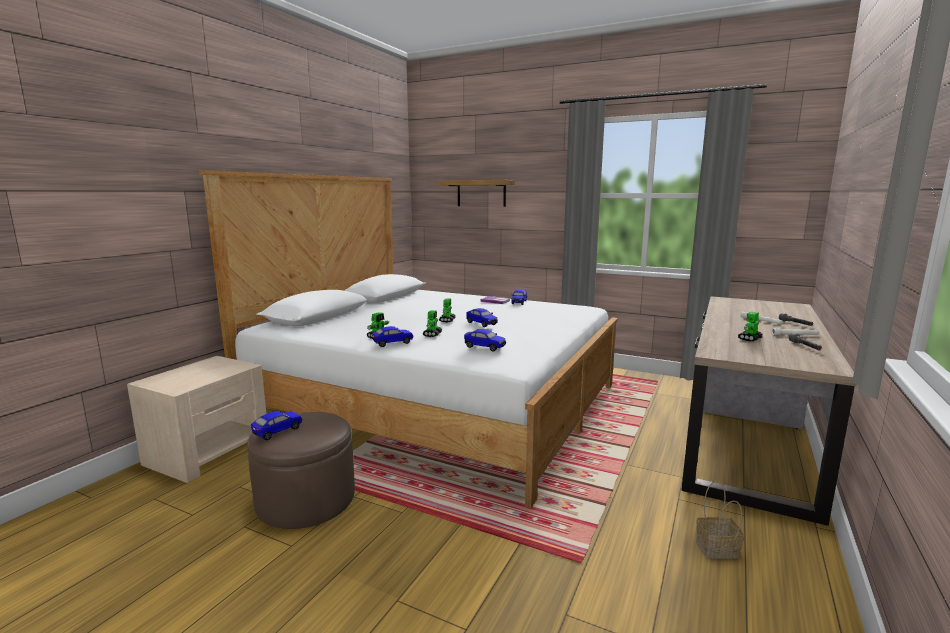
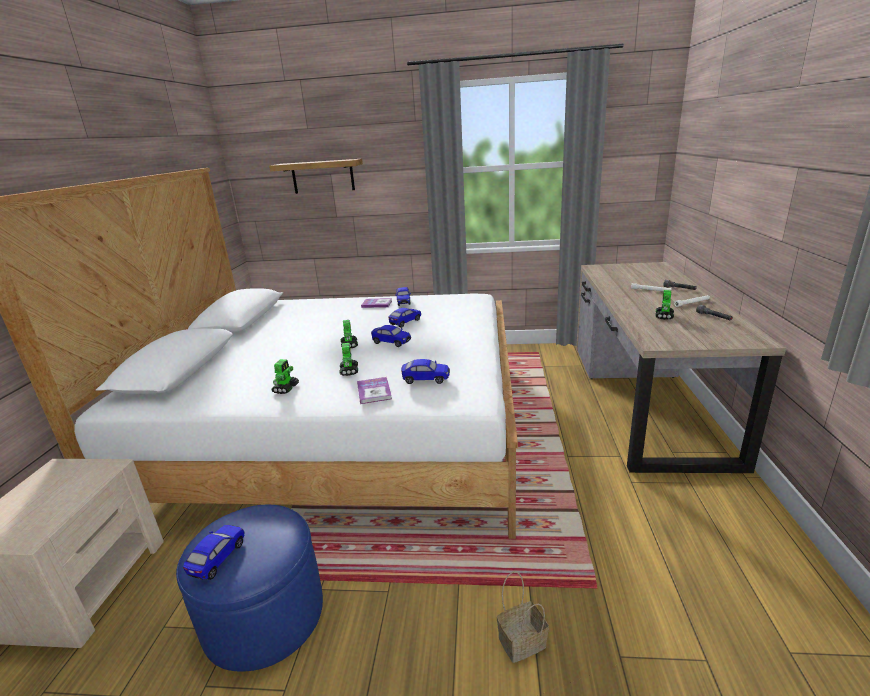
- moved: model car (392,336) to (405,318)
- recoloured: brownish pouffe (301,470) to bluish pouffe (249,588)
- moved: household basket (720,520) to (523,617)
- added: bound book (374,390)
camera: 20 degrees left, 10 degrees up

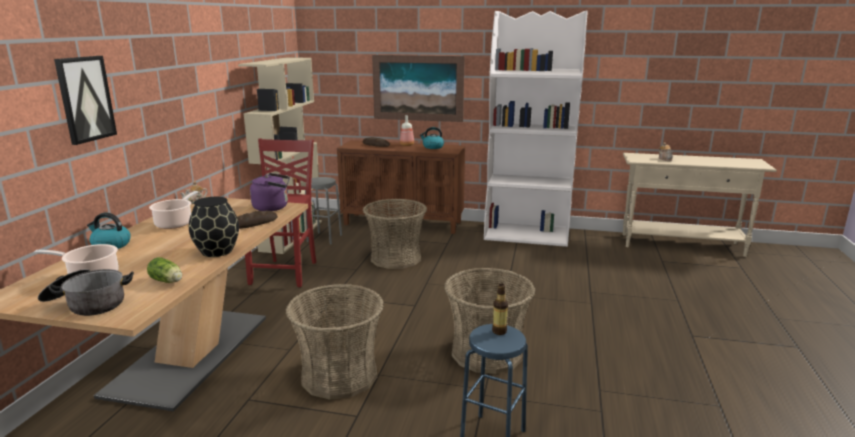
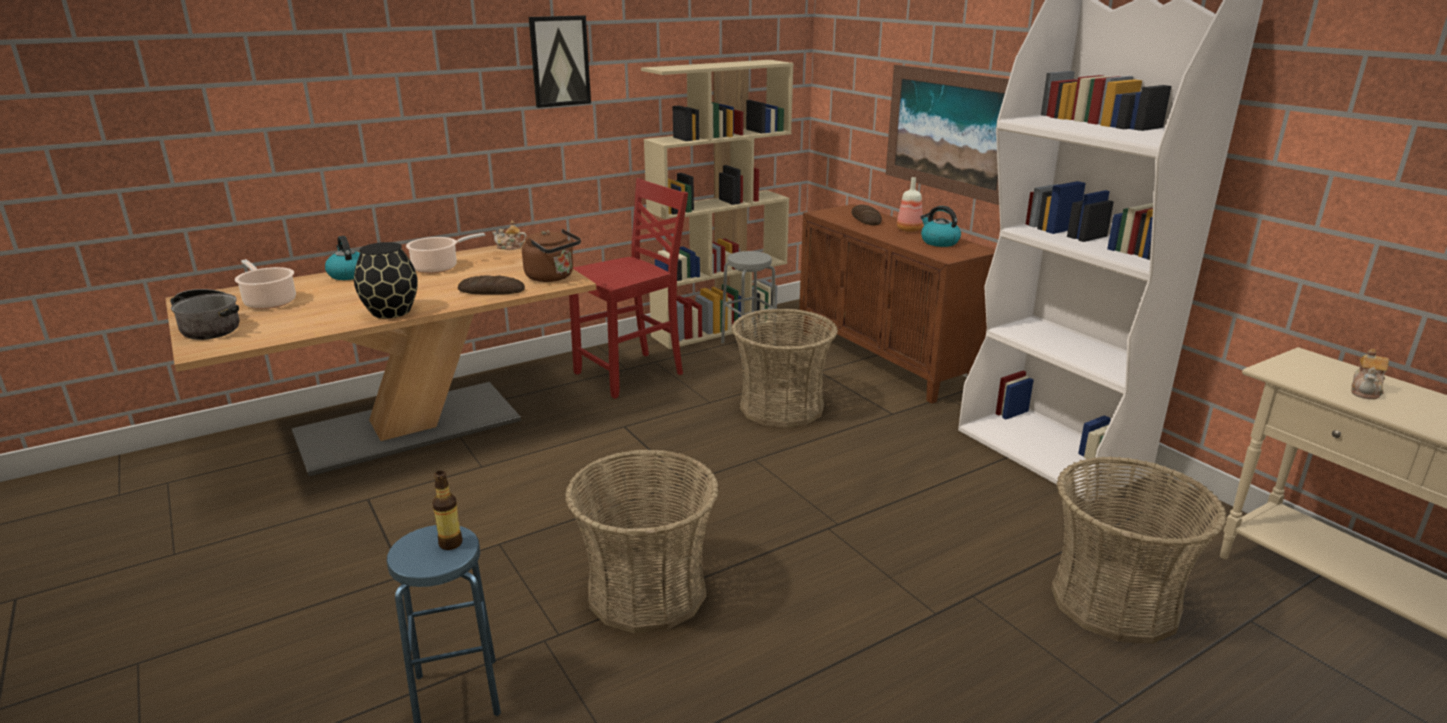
- moved: wall picture (85,100) to (560,61)
- recoloured: purplish kettle (270,192) to brownish kettle (551,255)
- removed: lettuce (164,270)
- moved: household basket (335,342) to (1139,550)
camera: 45 degrees right, 5 degrees up

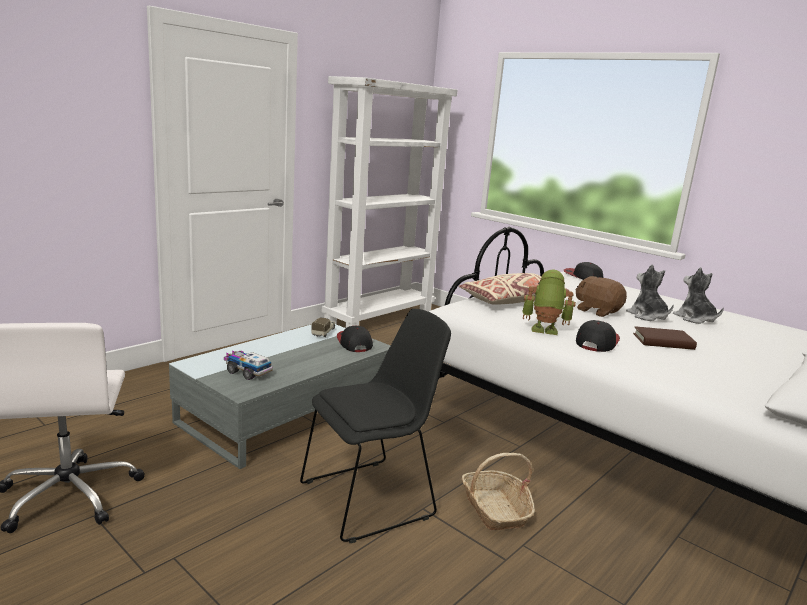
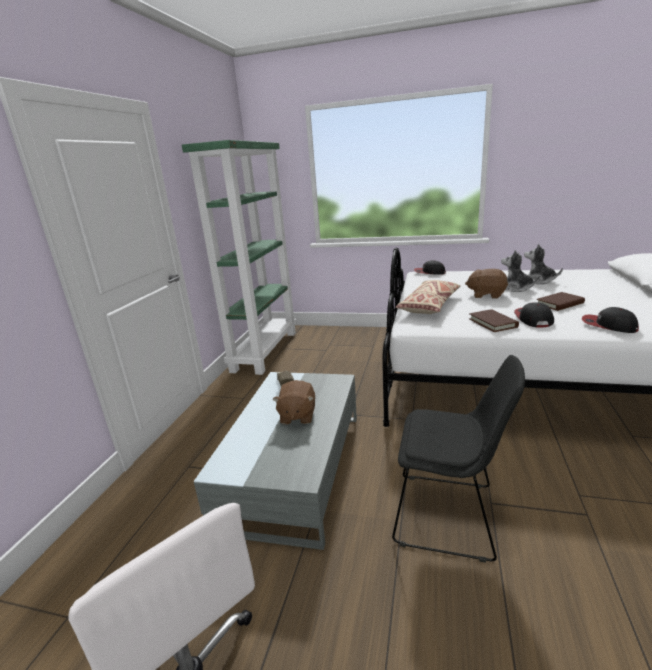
- recoloured: white shelving unit (390,202) to green-coloured shelving unit (239,257)
- replaced: robot figure (549,302) to brownish bound book (494,320)
- turned: blackish chair (375,426) = (458,459) 75 degrees clockwise
- moved: peaked cap (355,339) to (610,320)
- removed: toy truck (248,365)
- removed: household basket (498,491)
- added: brownish soft toy (293,402)
camera: 25 degrees left, 5 degrees up

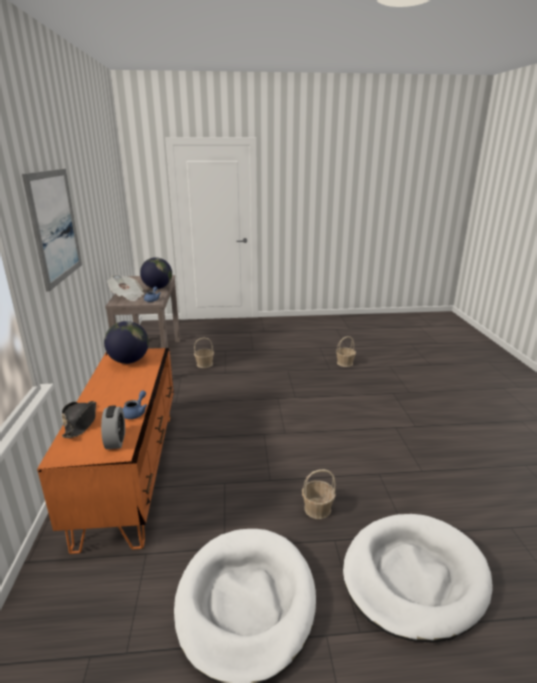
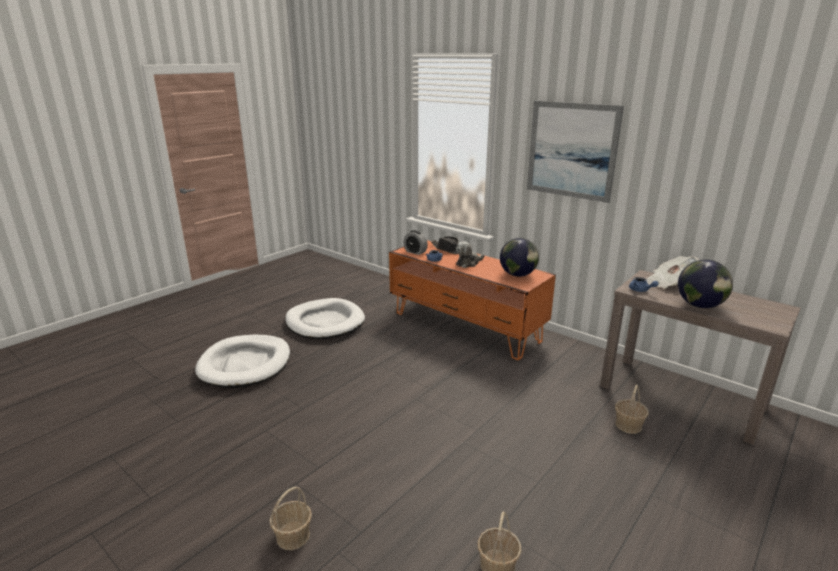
- moved: household basket (319,494) to (290,518)
- added: soft toy (470,254)
camera: 135 degrees right, 0 degrees up

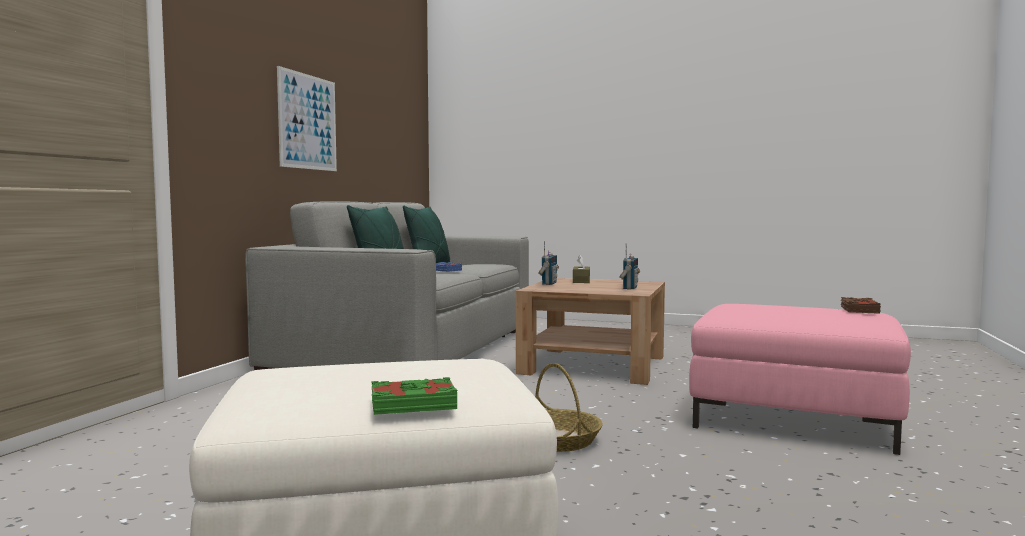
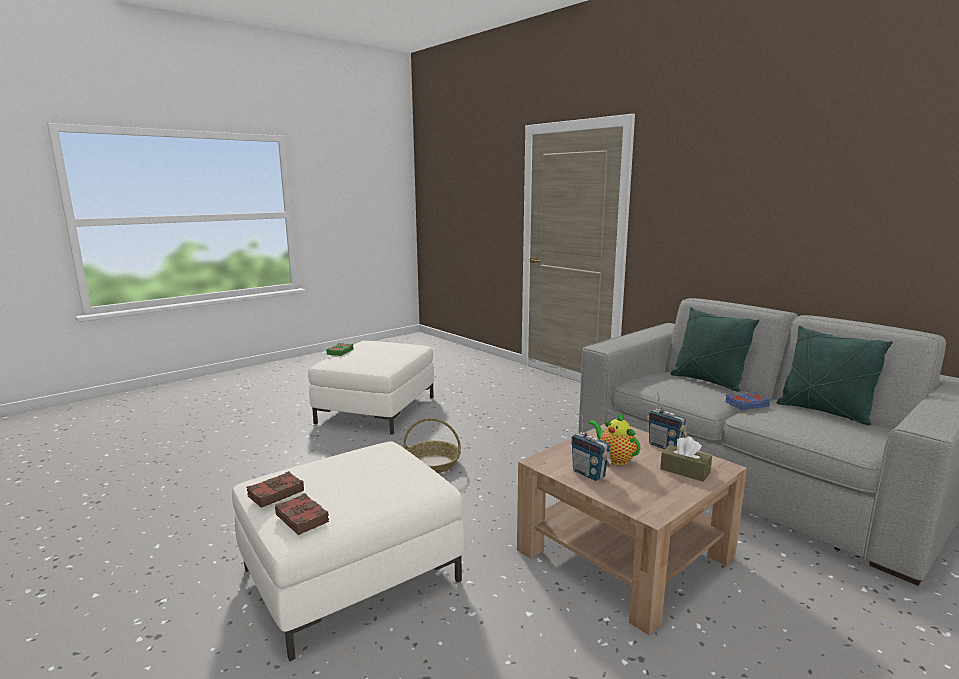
- removed: wall picture (307,118)
- recoloured: pink-coloured pouffe (800,379) to white pouffe (348,551)
- added: pot for tea (614,438)
- added: brownish bound book (275,489)
camera: 120 degrees right, 10 degrees up

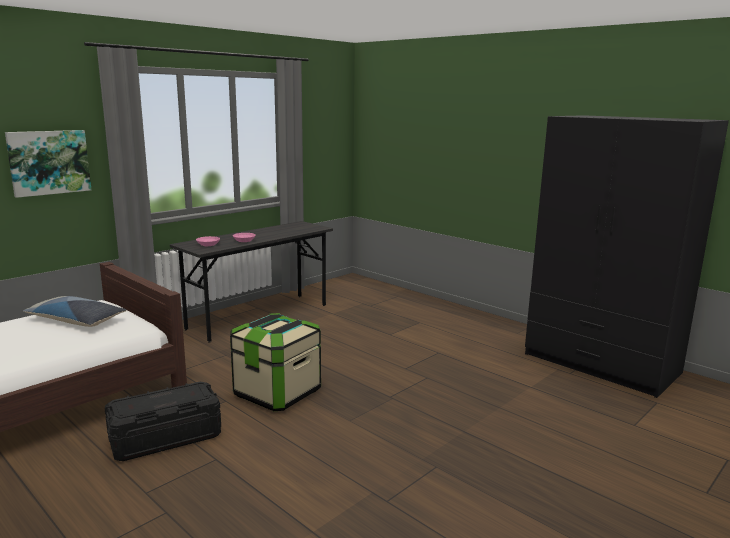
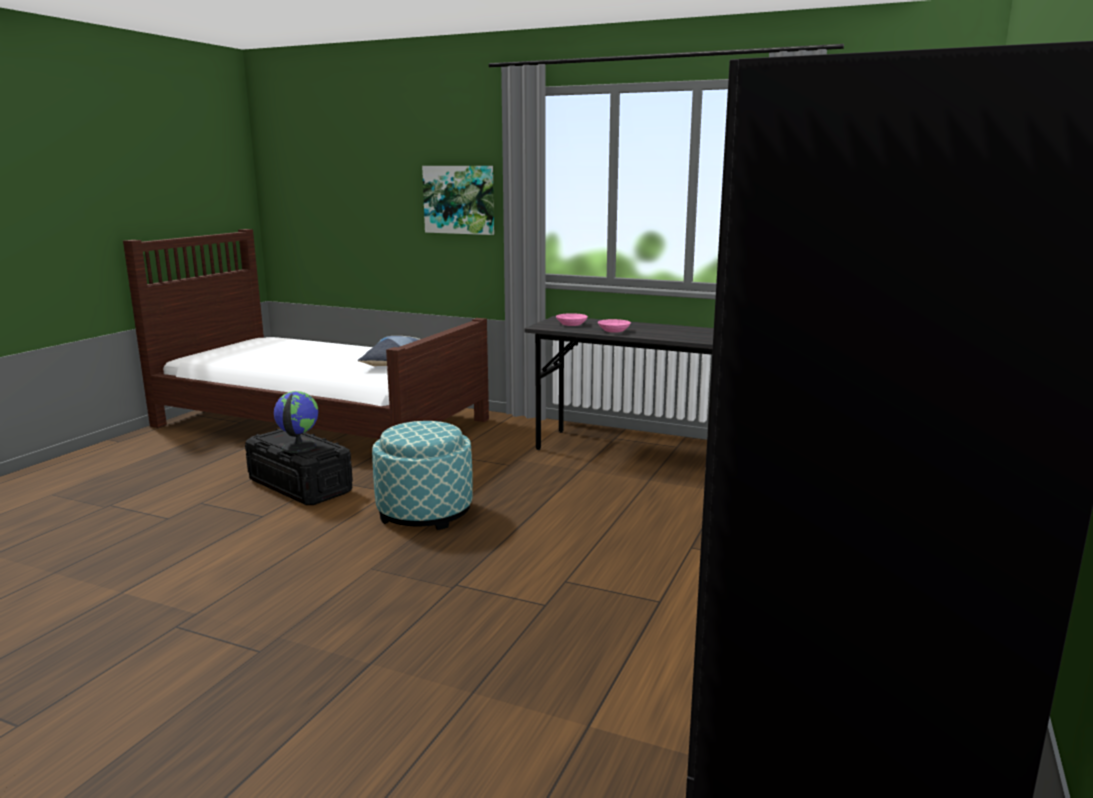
- replaced: storage box (275,362) to pouffe (422,475)
- added: desk globe (296,422)
camera: 70 degrees right, 0 degrees up

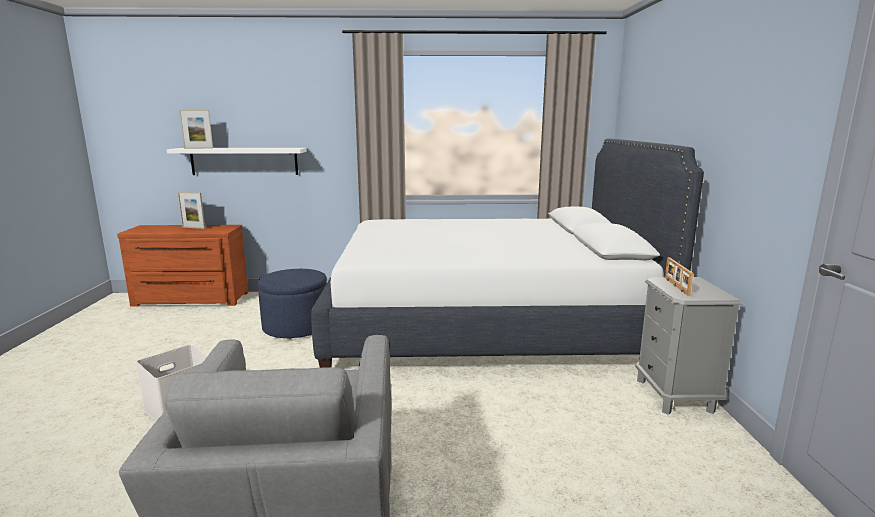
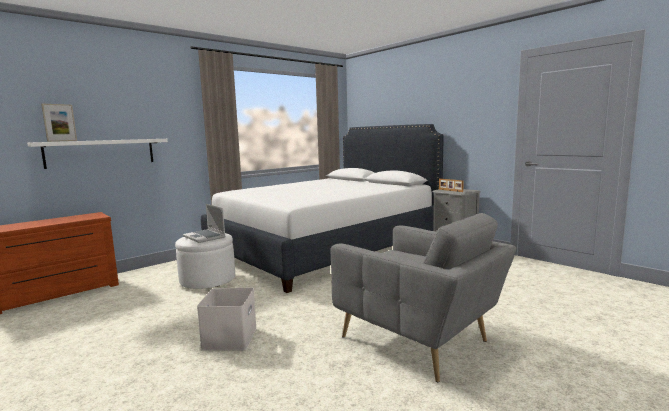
- removed: picture frame (191,210)
- recoloured: bluish pouffe (292,304) to white pouffe (205,261)
- added: notebook computer (204,223)
camera: 40 degrees left, 5 degrees down

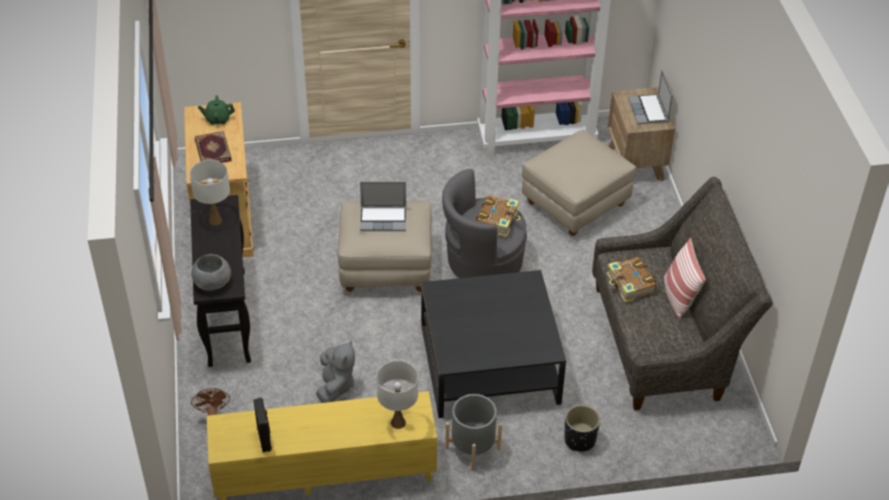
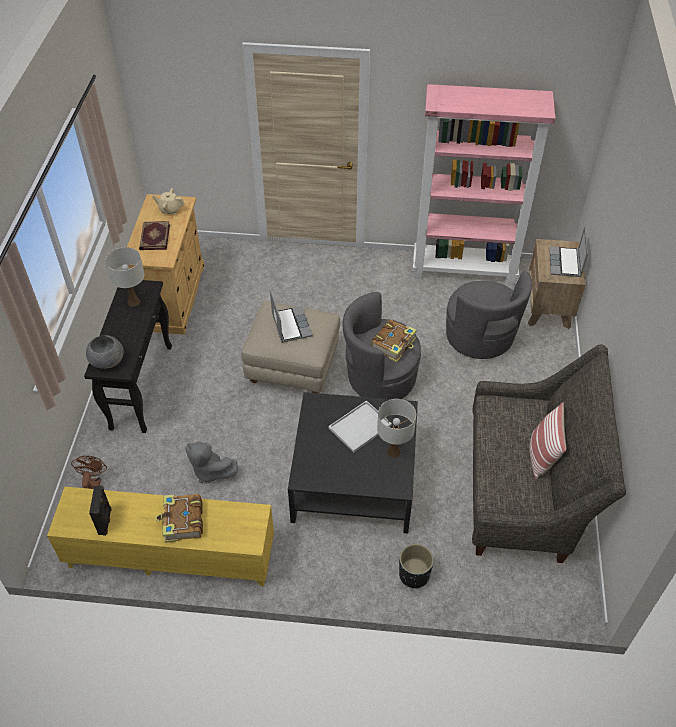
- recoloured: green-coloured pot for tea (216,110) to sand-coloured pot for tea (168,201)
- replaced: sand-coloured pouffe (579,183) to greyish armchair (489,315)
- turned: notebook computer (383,206) = (291,316) 120 degrees counterclockwise
- moved: bound book (632,280) to (179,518)
- turned: greyish soft toy (335,371) = (212,462) 105 degrees clockwise
- moved: white table lamp (397,395) to (396,428)
- removed: greyish planter (473,432)
- added: white carrying tray (360,426)
camera: 15 degrees right, 5 degrees up

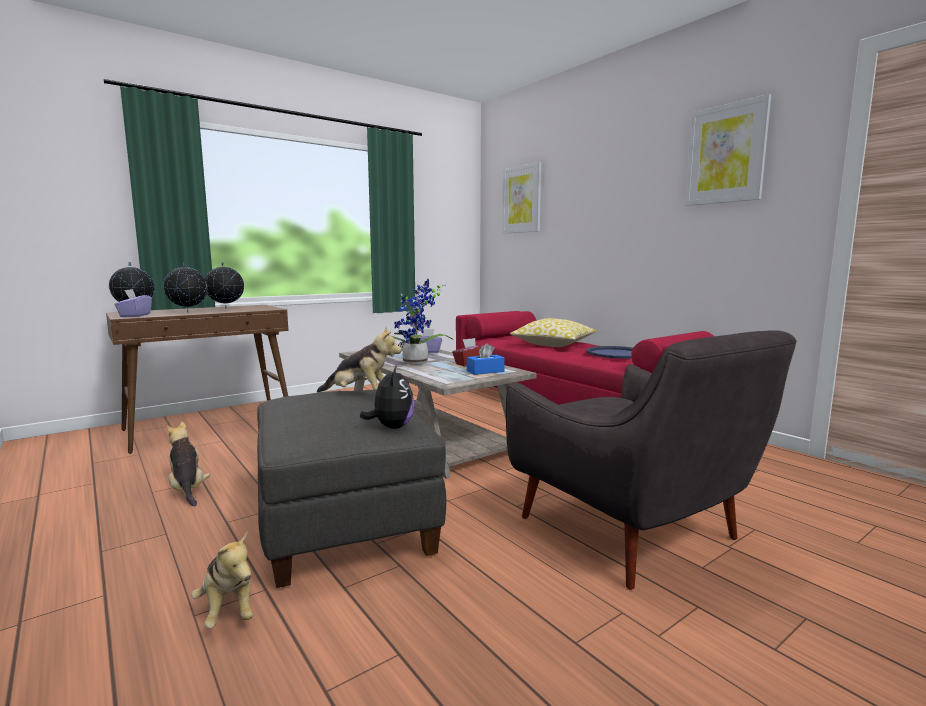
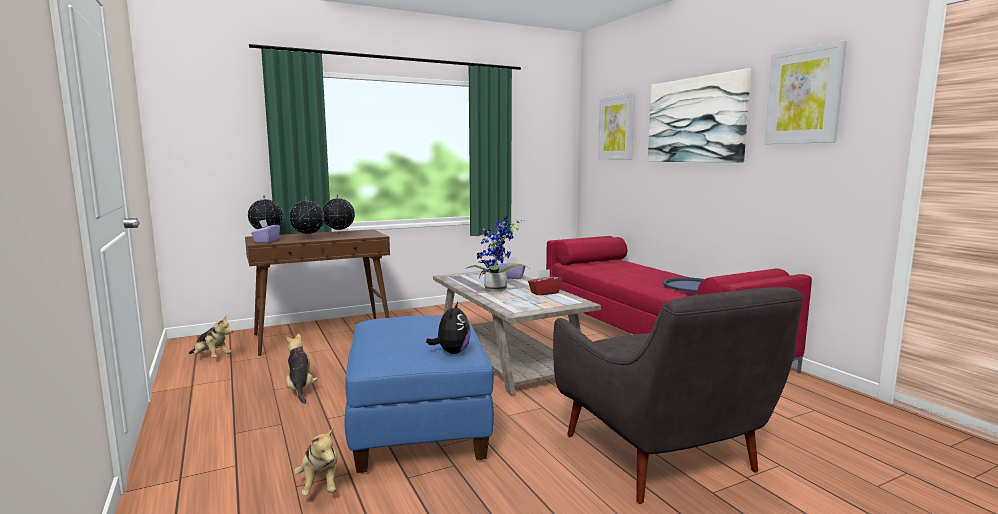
- removed: pillow (553,332)
- moved: soft toy (359,359) to (211,337)
- removed: bluish tissue holder (486,359)
- recoloured: greyish pouffe (351,489) to bluish pouffe (419,394)
- added: wall picture (699,115)
camera: 10 degrees right, 0 degrees up

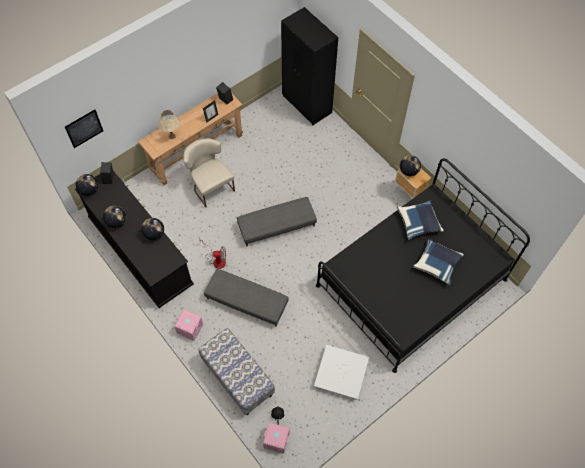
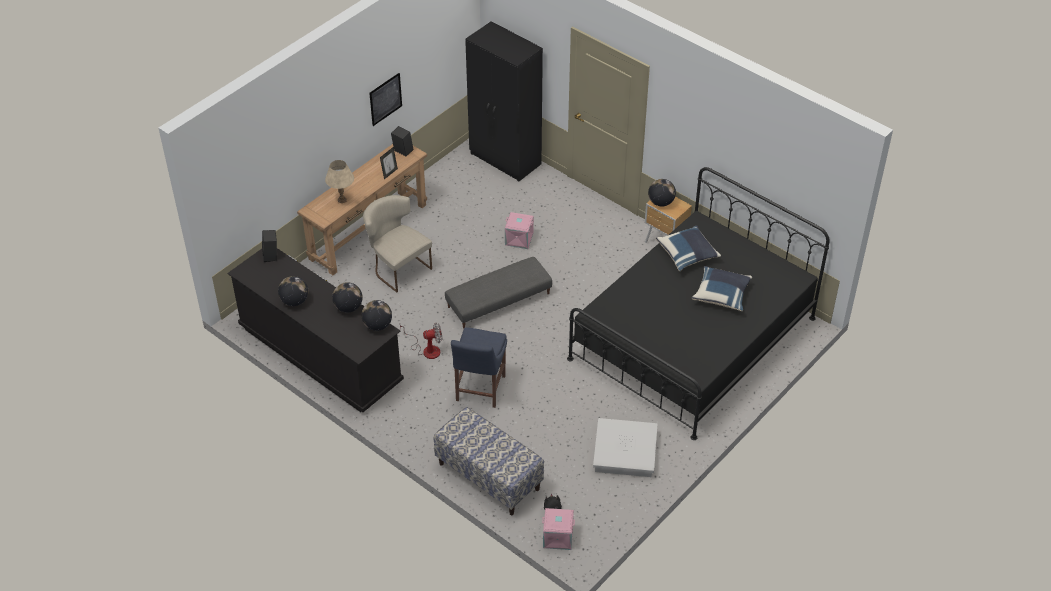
- moved: wall picture (84,129) to (385,99)
- moved: desk globe (87,185) to (376,315)
- replaced: greyish pouffe (246,298) to bluish chair (479,367)
- moved: pink-coloured storage box (188,325) to (519,230)
camera: 10 degrees left, 15 degrees down

